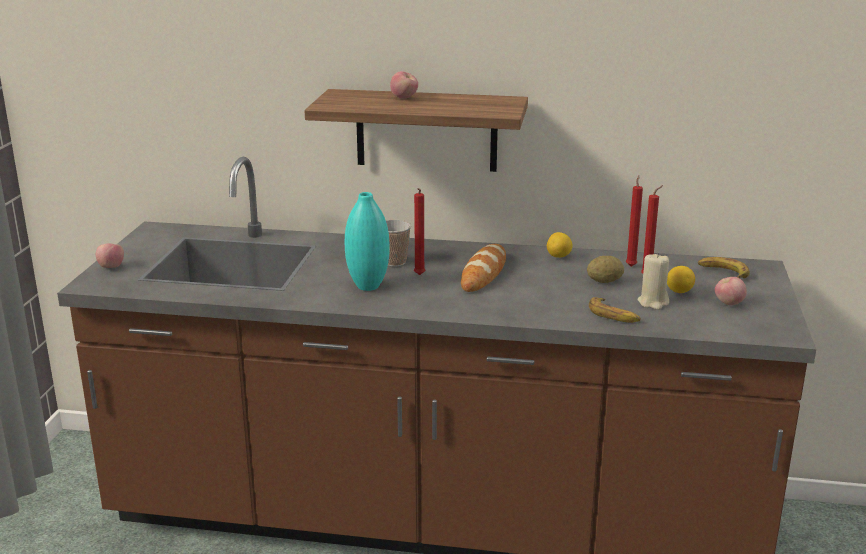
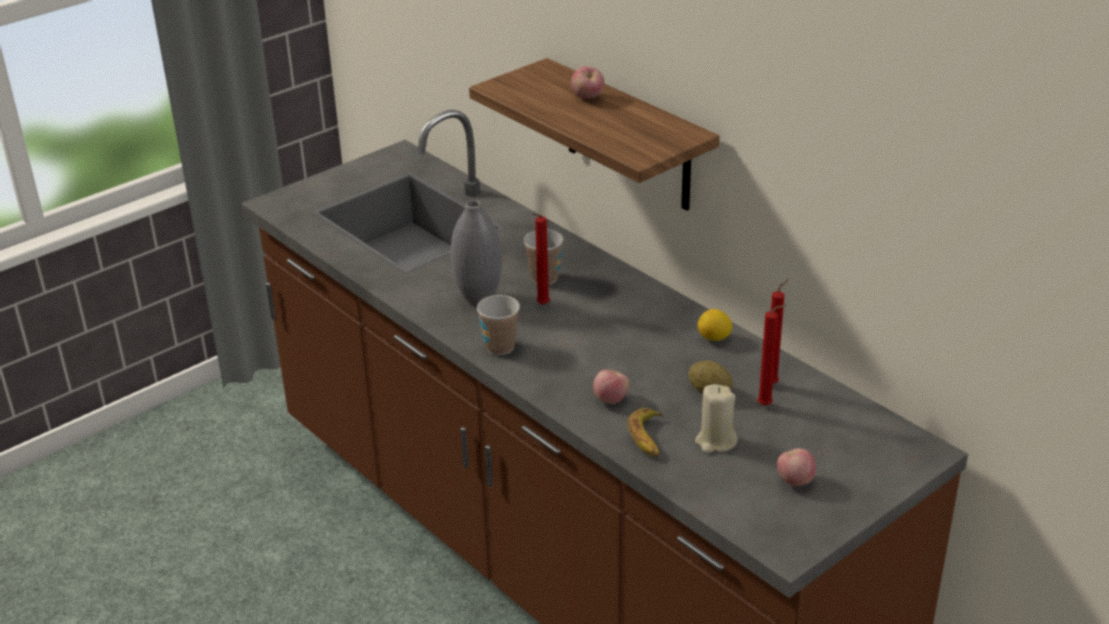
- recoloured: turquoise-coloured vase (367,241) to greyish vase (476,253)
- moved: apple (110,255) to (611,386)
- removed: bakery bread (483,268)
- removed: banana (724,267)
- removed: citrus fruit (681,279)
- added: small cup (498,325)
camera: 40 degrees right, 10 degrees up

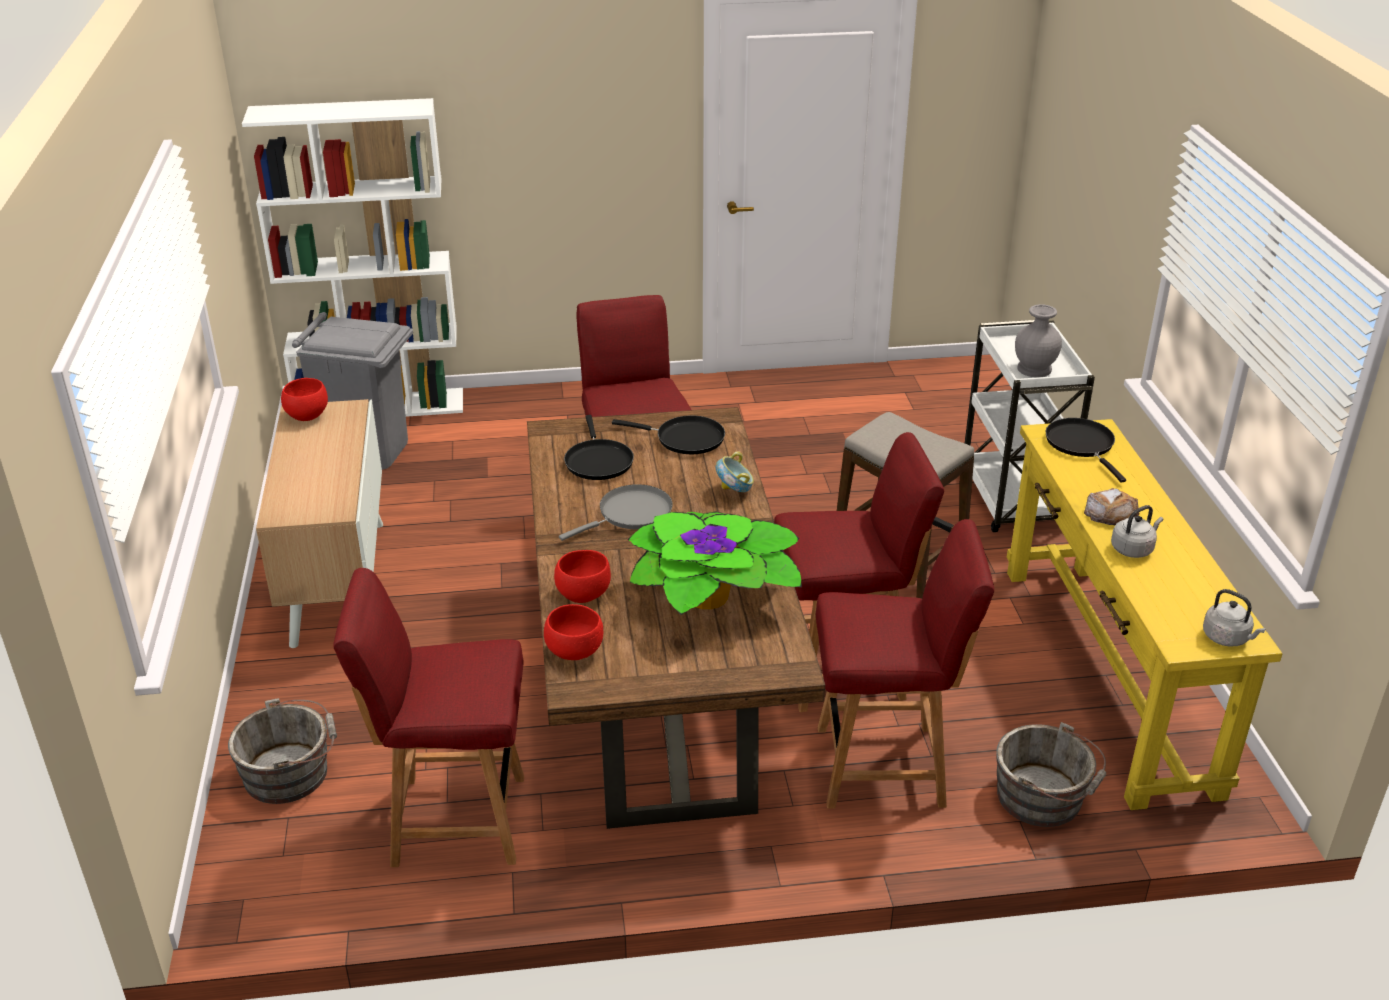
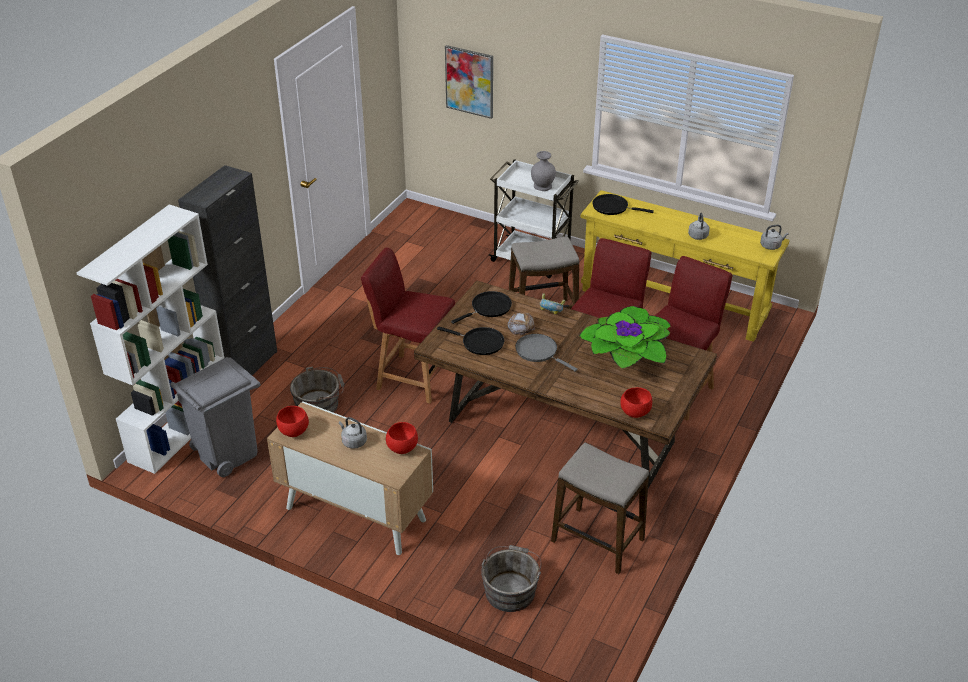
- turned: greyish pan (616,512) = (546,353) 45 degrees counterclockwise
- moved: bakery bread (1112,506) to (521,323)
- moved: red deep dish (582,576) to (402,438)
- replaced: red chair (429,717) to stool (600,508)
- moved: greyish water bucket (1051,774) to (317,390)
- added: wall picture (469,82)
- added: blackish cupboard (227,270)
- added: greyish kettle (353,433)
camera: 55 degrees left, 5 degrees up

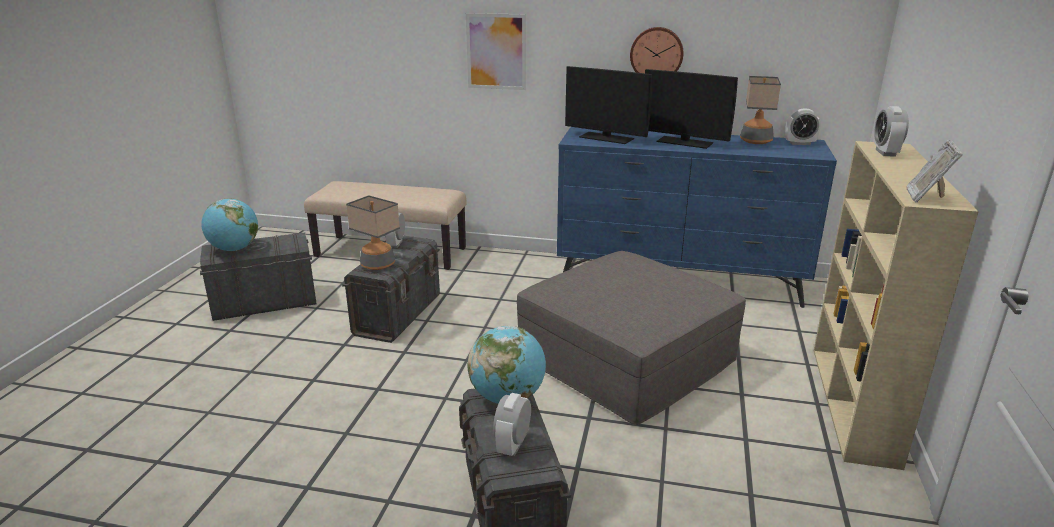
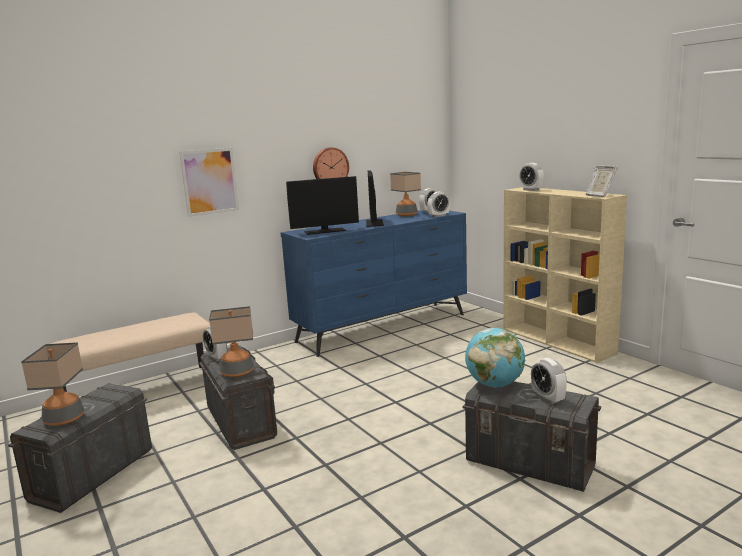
- turned: computer screen (691,109) = (375,199) 105 degrees clockwise
- replaced: desk globe (229,224) to table lamp (53,384)
- removed: greyish pouffe (631,338)
- added: table clock (439,204)
camera: 45 degrees left, 10 degrees down

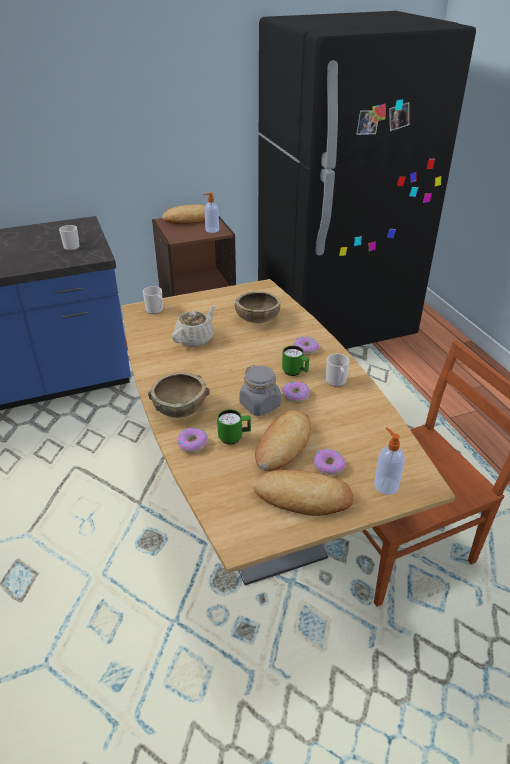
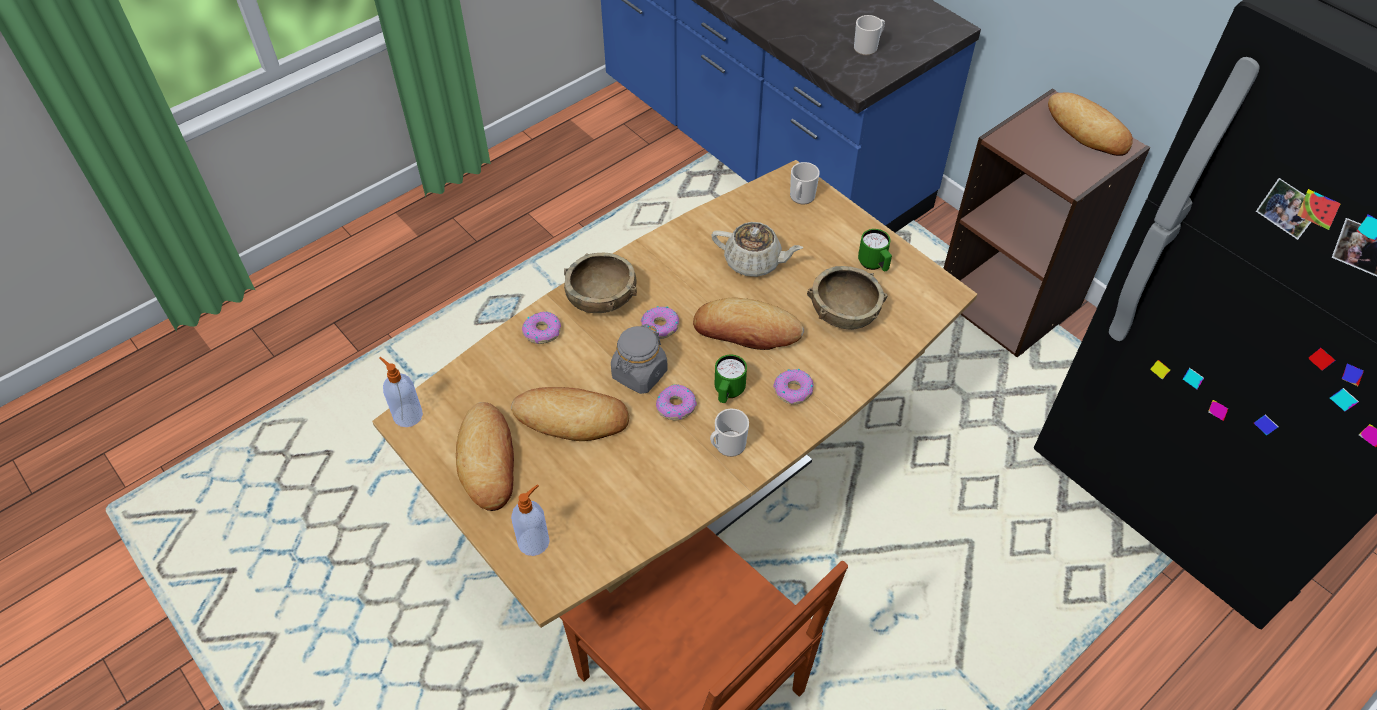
- moved: soap bottle (211,212) to (401,392)
- moved: green-coloured tea mug (234,426) to (875,250)
- moved: donut (329,462) to (660,322)
- added: bakery bread (748,324)
camera: 70 degrees right, 15 degrees up

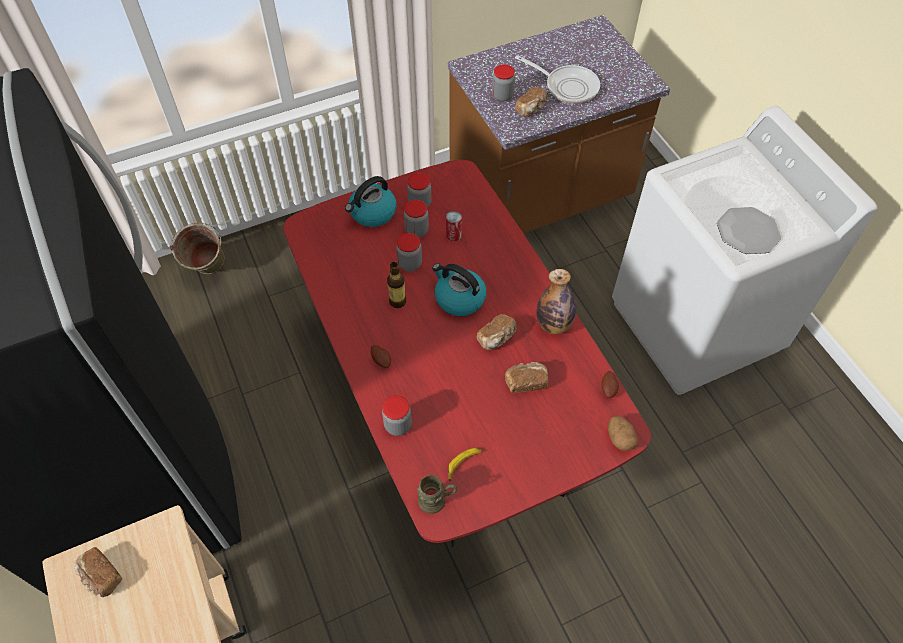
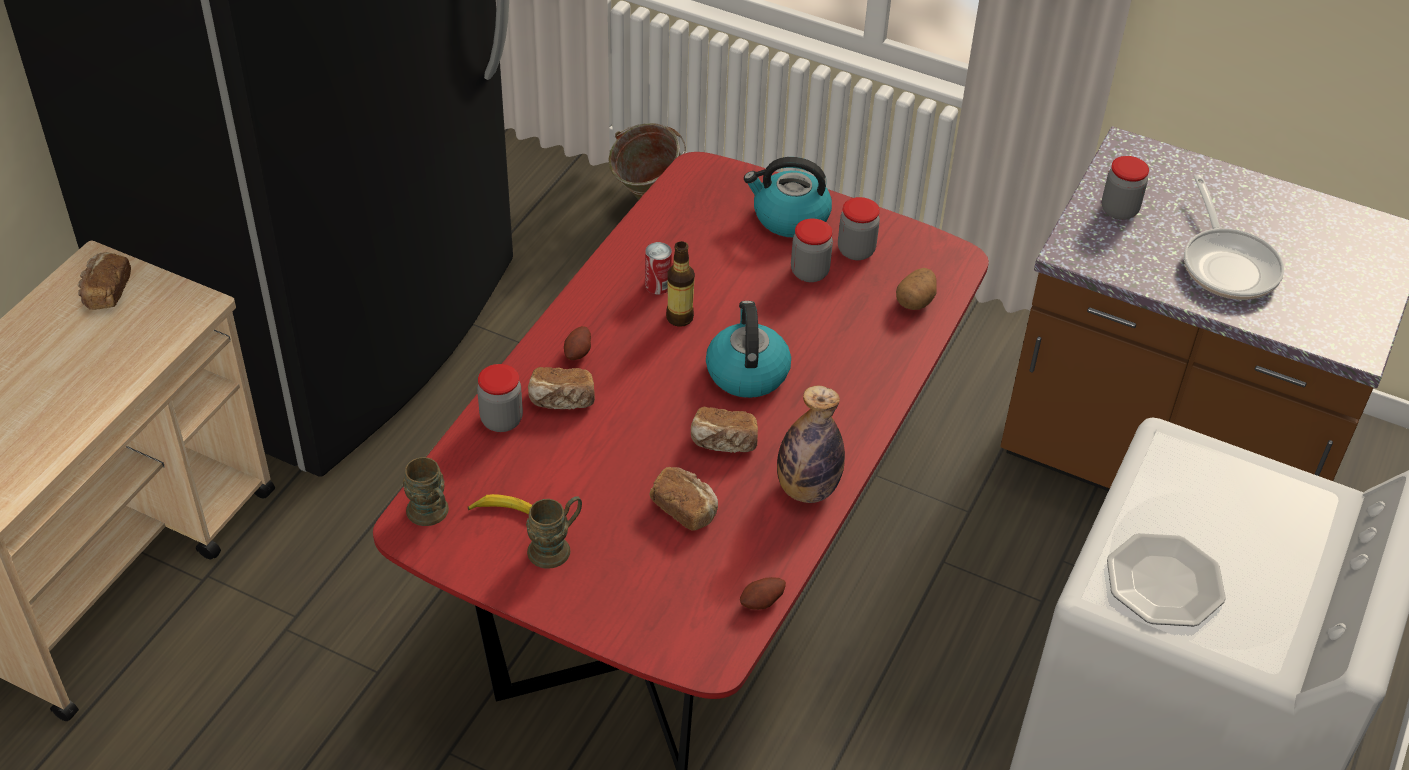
- moved: bakery bread (531,102) to (561,388)
- moved: sealed can (454,226) to (658,268)
- removed: storage jar (409,252)
- moved: potato (623,433) to (916,289)
- added: brownish tea mug (554,532)
camera: 50 degrees right, 10 degrees down

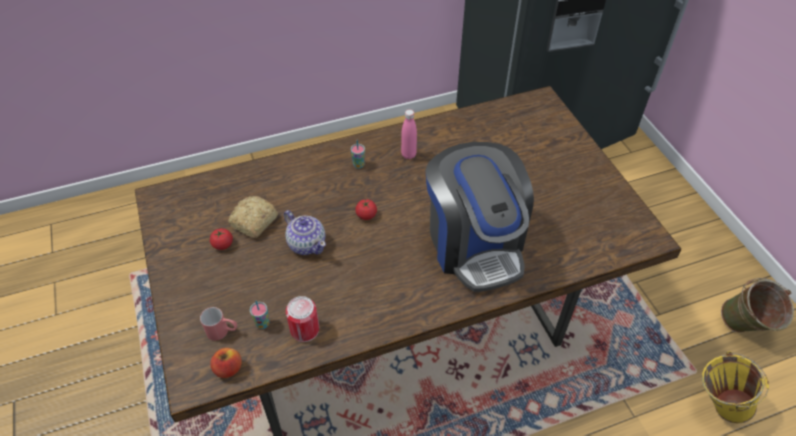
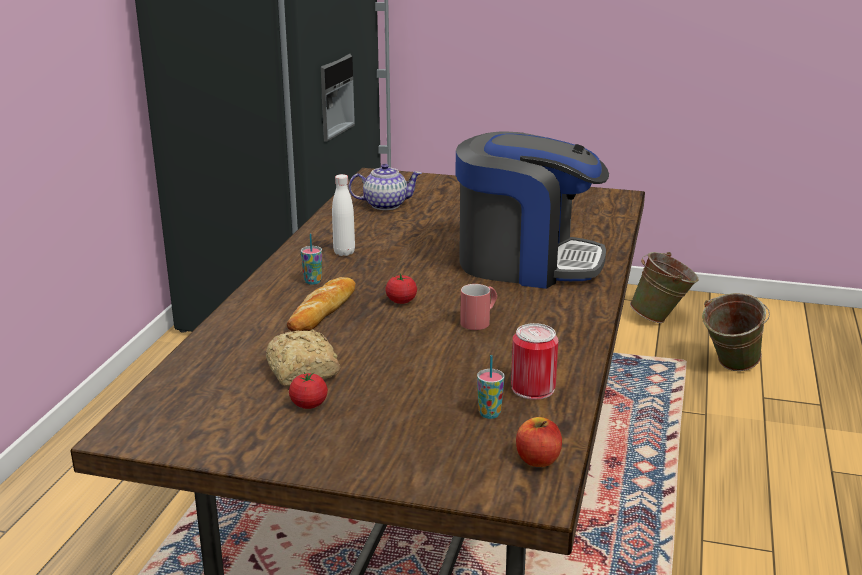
- recoloured: pink-coloured beverage bottle (409,134) to white beverage bottle (343,215)
- moved: pot for tea (305,232) to (385,187)
- moved: red tea mug (218,324) to (478,307)
- recoloured: yellow-coloured water bucket (735,387) to green-coloured water bucket (736,332)
- added: bakery bread (321,304)
camera: 55 degrees left, 25 degrees down

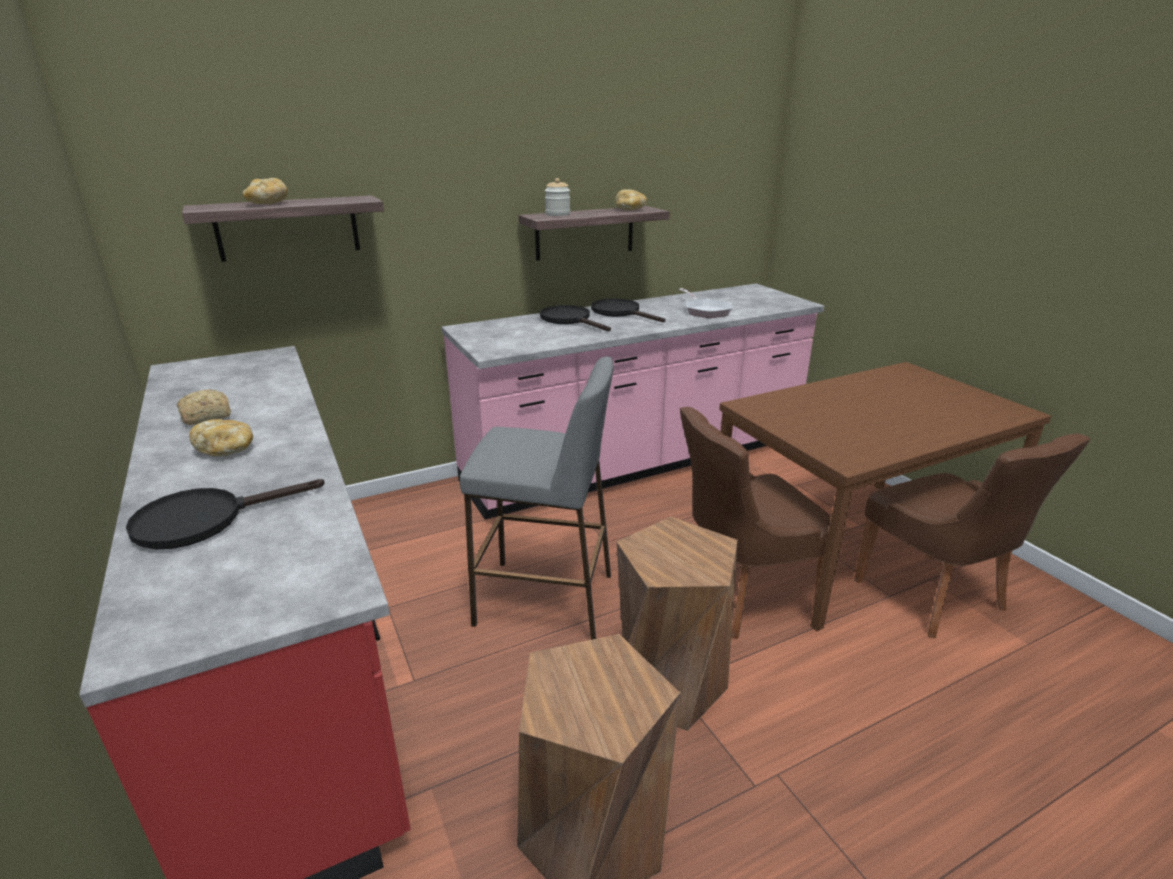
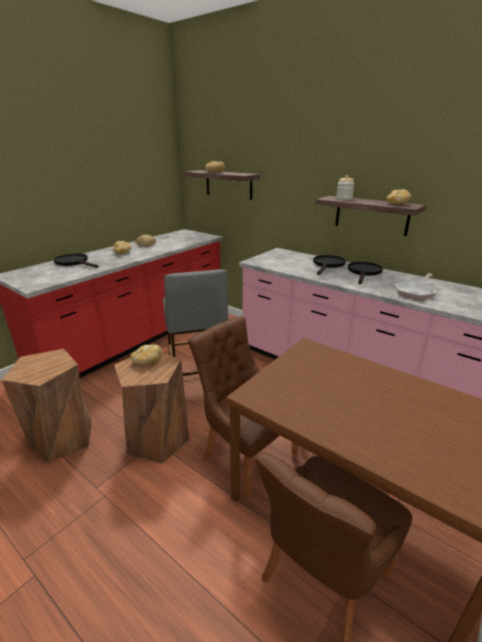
- added: bakery bread (146,354)
camera: 65 degrees right, 0 degrees up

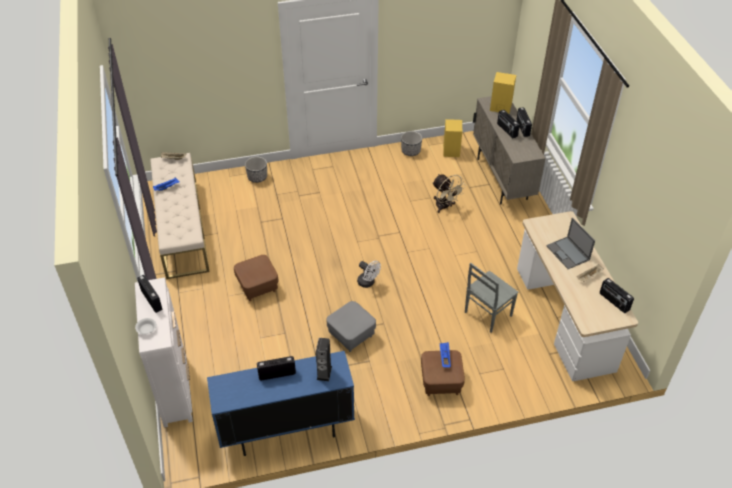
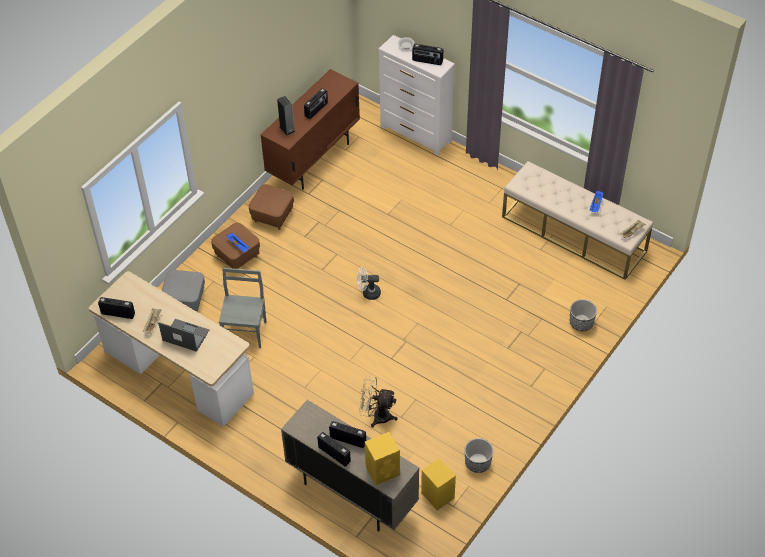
- moved: brownish pouffe (256,278) to (271,207)
- moved: greyish pouffe (351,326) to (183,291)
- recoloured: bluish cupboard (281,403) to brownish cupboard (310,129)
camera: 140 degrees right, 5 degrees up

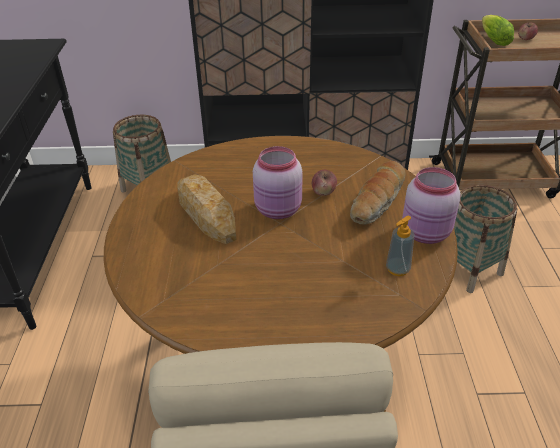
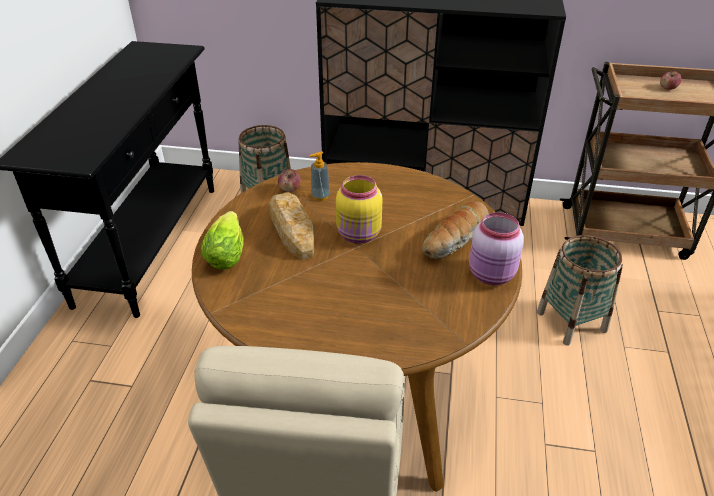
- moved: lettuce (498,30) to (222,240)
- recoloured: pink-coloured storage jar (278,182) to yellow-coloured storage jar (359,209)
- moved: apple (324,183) to (289,180)
- moved: soap bottle (400,246) to (320,176)
camera: 10 degrees right, 0 degrees up

